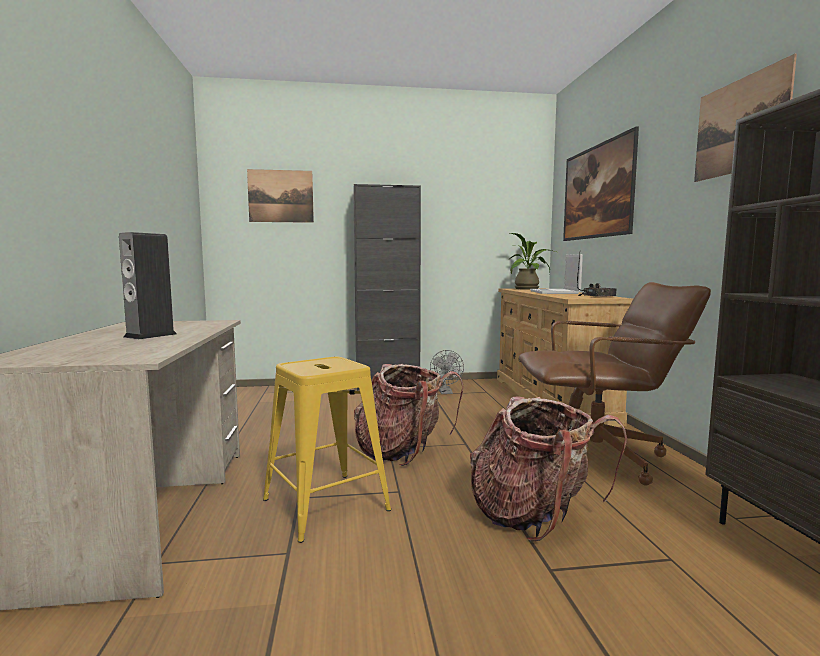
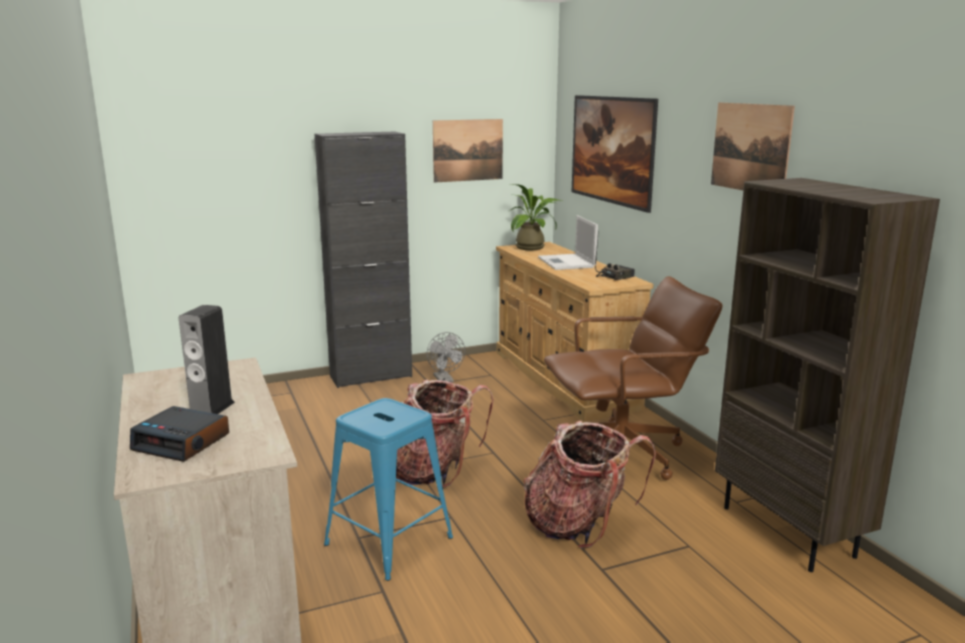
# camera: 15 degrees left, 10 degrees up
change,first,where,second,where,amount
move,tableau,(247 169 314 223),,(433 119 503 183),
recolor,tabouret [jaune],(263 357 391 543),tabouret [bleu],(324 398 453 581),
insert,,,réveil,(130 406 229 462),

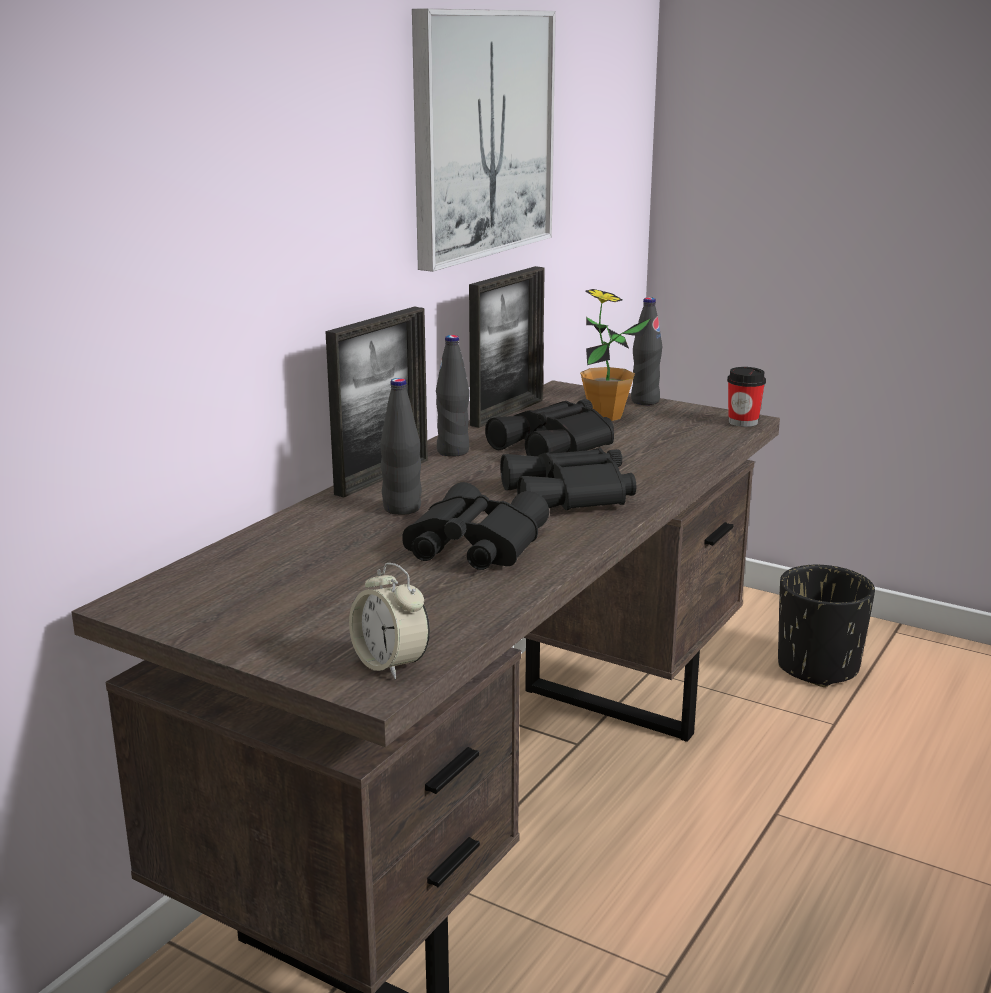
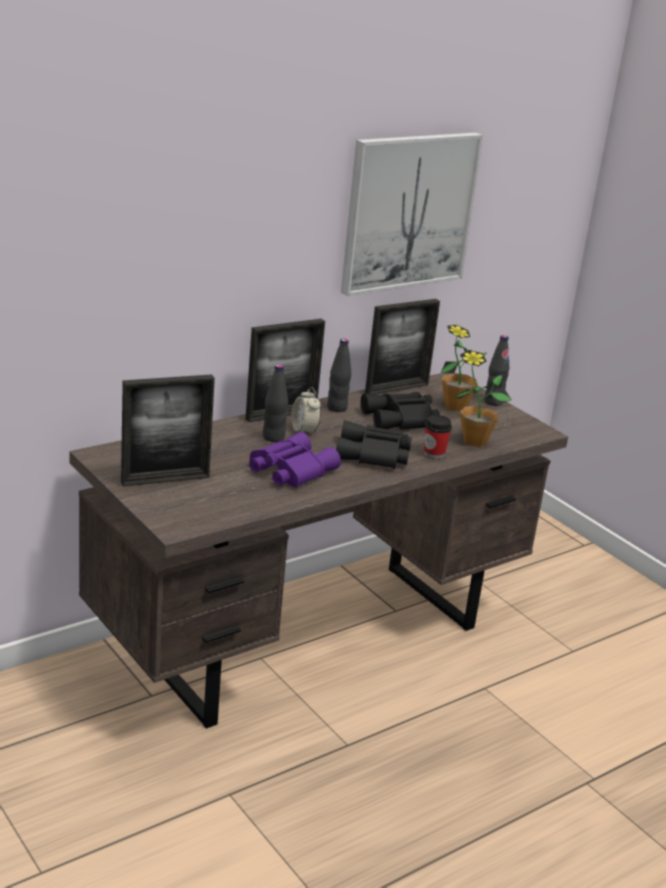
# camera: 20 degrees right, 5 degrees up
change,first,where,second,where,amount
move,tasse,(727 367 766 427),,(424 415 452 459),
recolor,jumelles [noir],(402 482 549 570),jumelles [violet],(249 432 341 487),
move,réveil,(349 563 430 679),,(291 387 321 433),
delete,cache-pot [noir],(778 565 875 687),,,
insert,,,plante en pot,(455 350 511 447),
insert,,,cadre photo,(121 374 215 487),

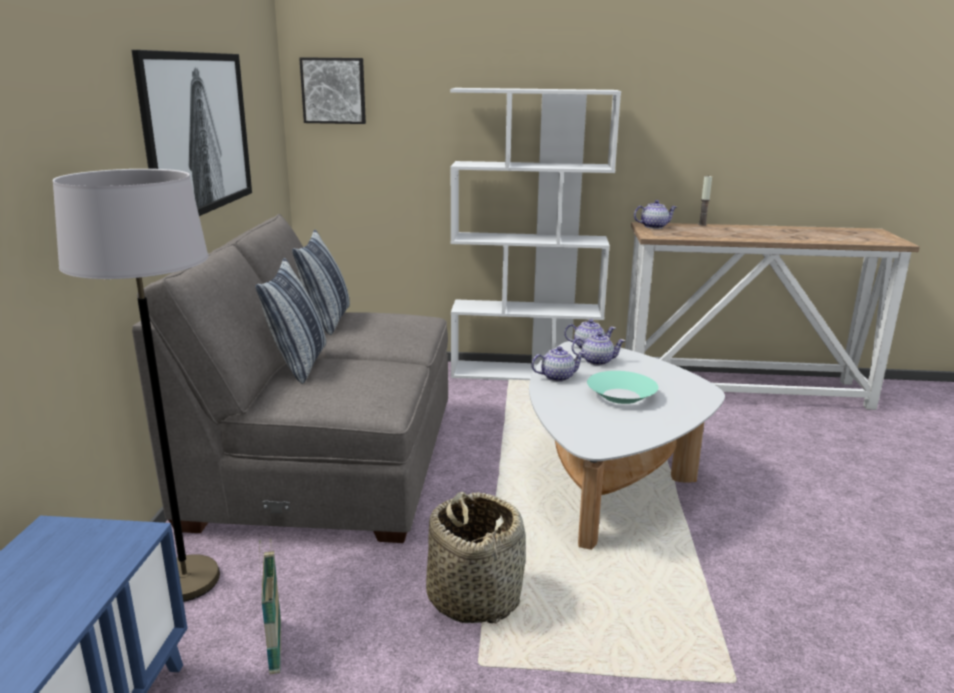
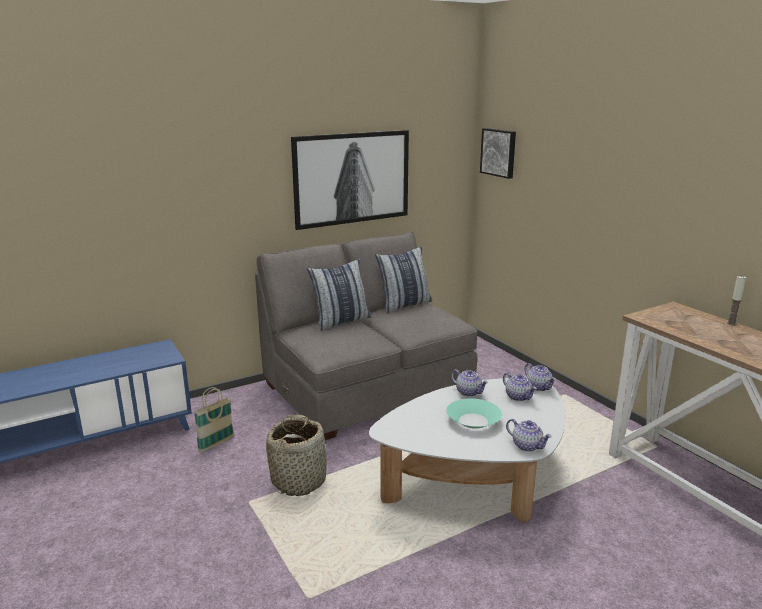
# camera: 55 degrees right, 0 degrees up
change,first,where,second,where,amount
delete,bibliothèque [blanc],(450 88 621 380),,,
delete,lampadaire [gris],(53 169 220 602),,,
move,théière,(634 200 677 229),,(506 419 552 452),

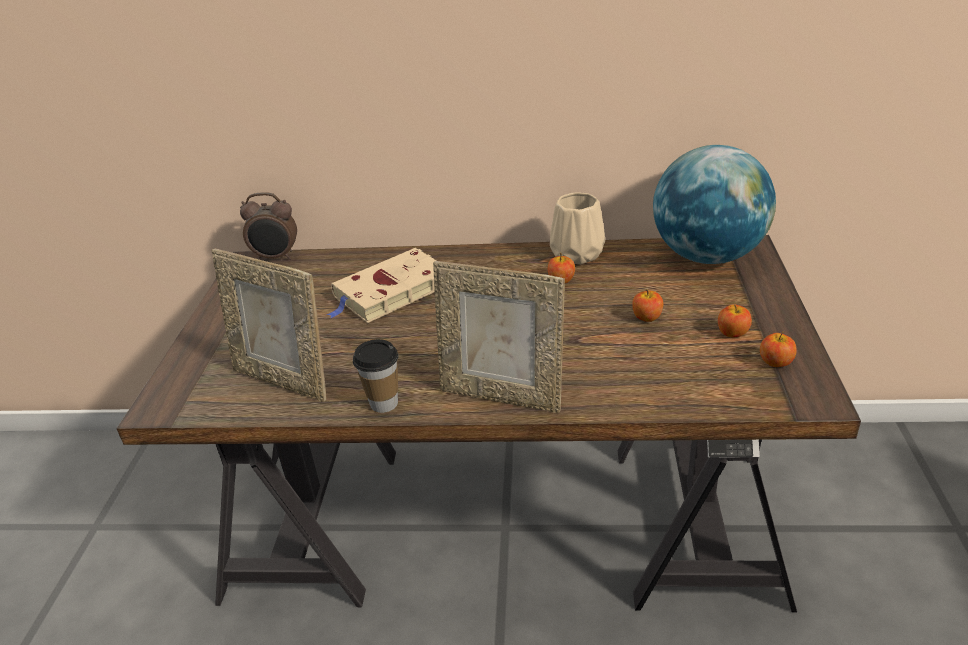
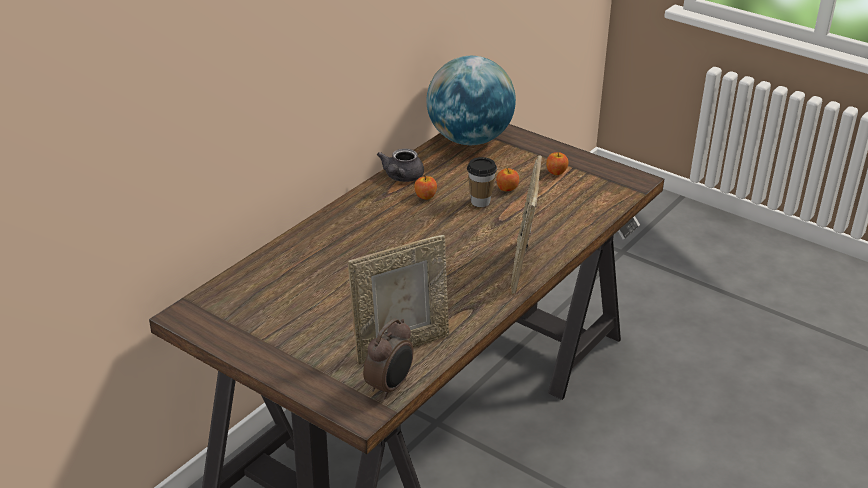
# camera: 60 degrees left, 0 degrees up
change,first,where,second,where,amount
move,réveil,(240 192 297 260),,(363 318 413 400),
replace,vase [beige],(550 192 605 264),théière [gris],(377 148 424 182),
delete,livre [beige],(326 248 437 323),,,
rotate,cadre photo,(433 261 565 413),,(510 155 542 294),135 degrees clockwise
delete,pomme,(760 332 797 367),,,
move,tasse,(353 339 399 413),,(467 157 497 207),

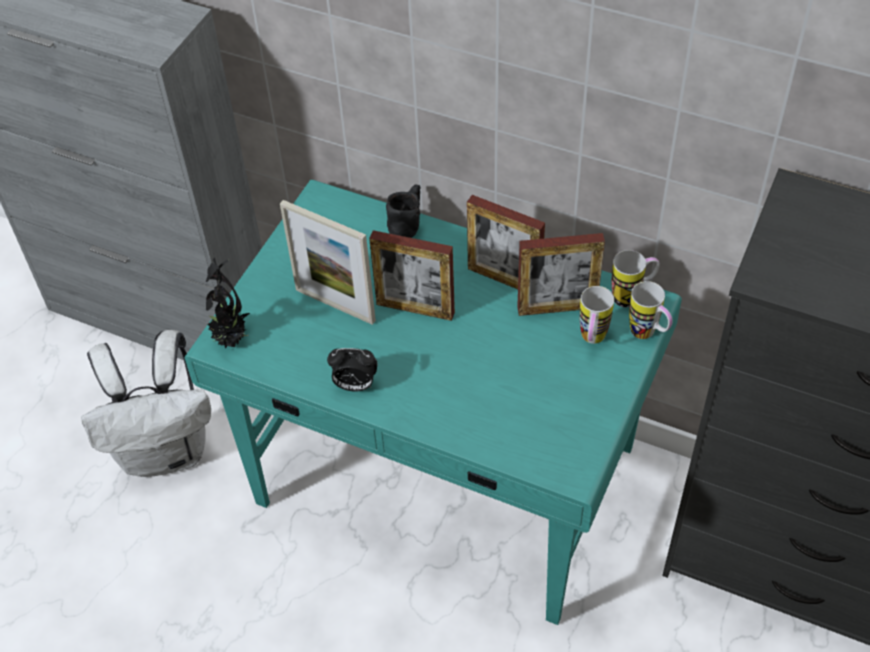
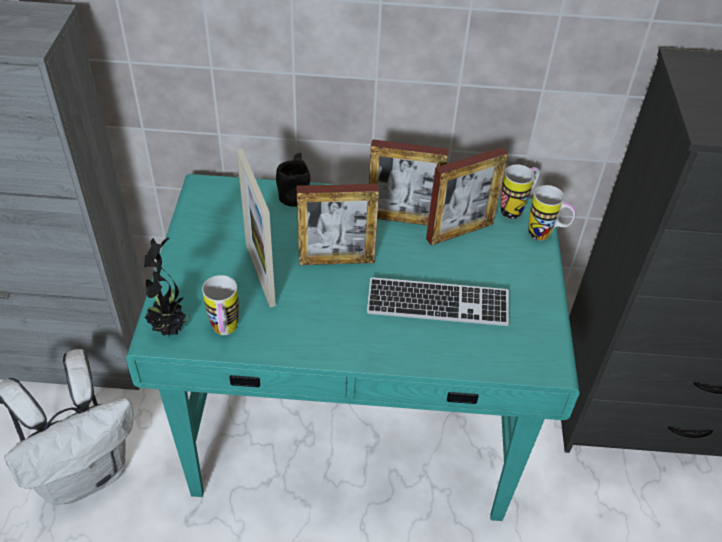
# camera: 25 degrees left, 5 degrees down
change,first,where,second,where,amount
rotate,cadre photo,(280 200 376 325),,(237 149 276 307),60 degrees clockwise
move,mug,(579 286 614 344),,(202 275 239 335),
delete,réveil,(327 348 378 391),,,
insert,,,clavier,(367 277 509 326),

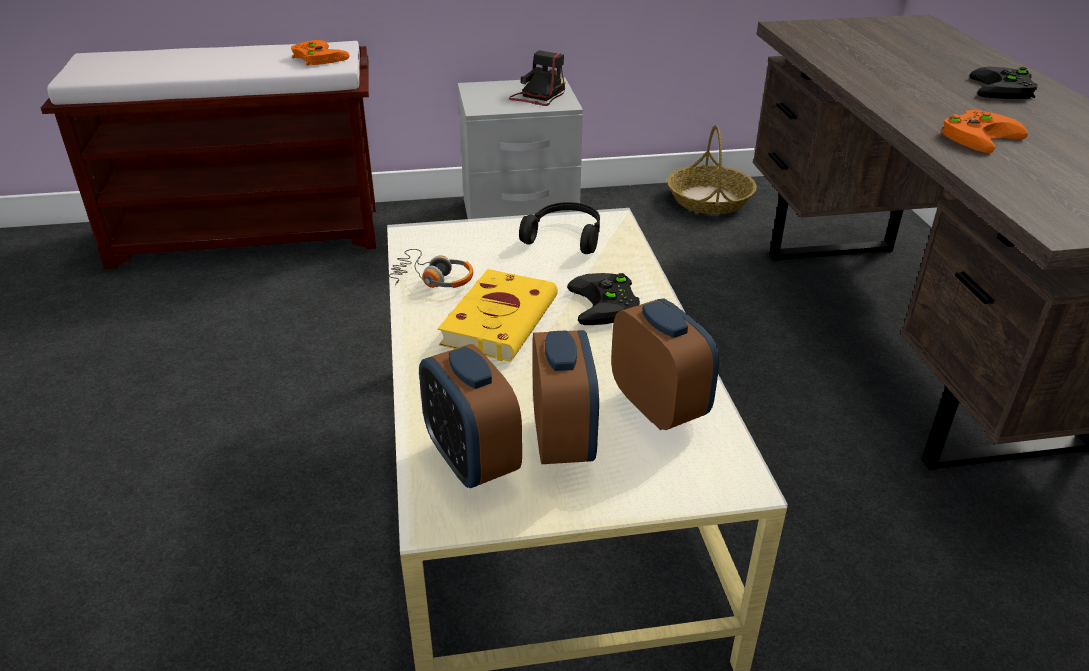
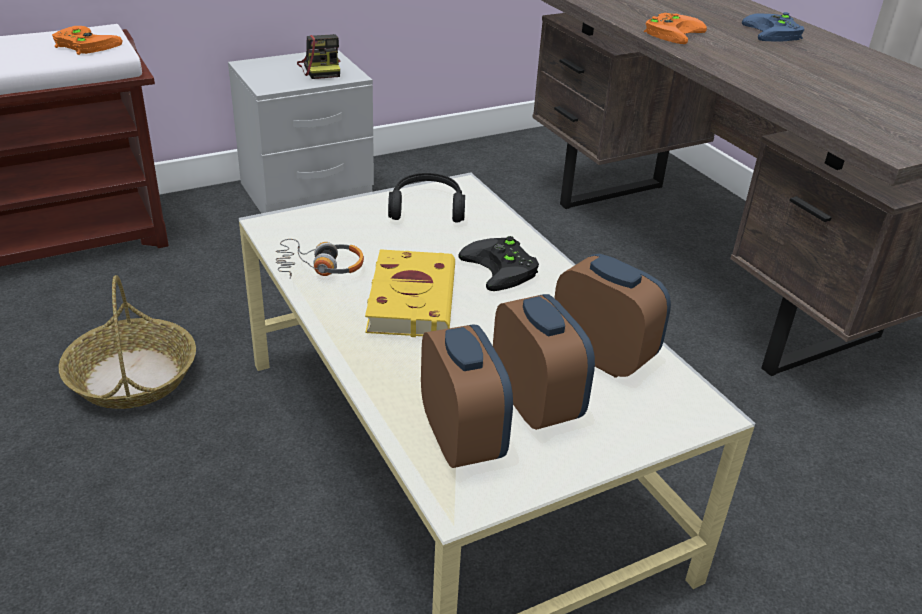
# camera: 20 degrees left, 0 degrees up
change,first,where,second,where,amount
rotate,appareil photo,(509 50 565 106),,(297 34 341 79),150 degrees clockwise
recolor,manette [noir],(969 66 1038 99),manette [bleu],(742 12 804 42),
move,manette [orange],(941 110 1028 153),,(644 13 707 44),
move,panier,(667 125 757 214),,(59 275 196 409),
rotate,réveil,(419 344 522 488),,(421 325 513 468),150 degrees counterclockwise

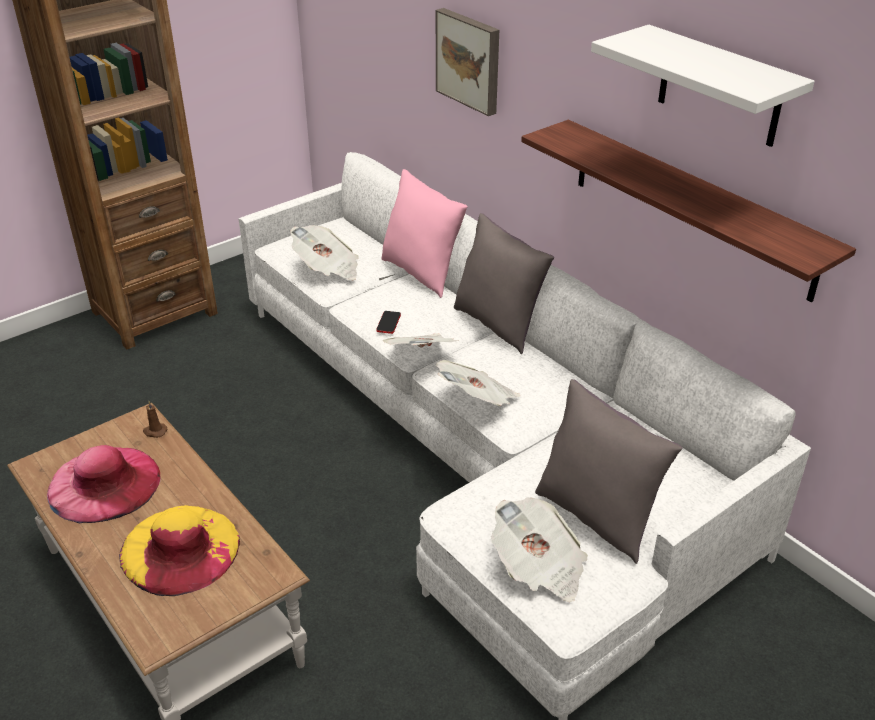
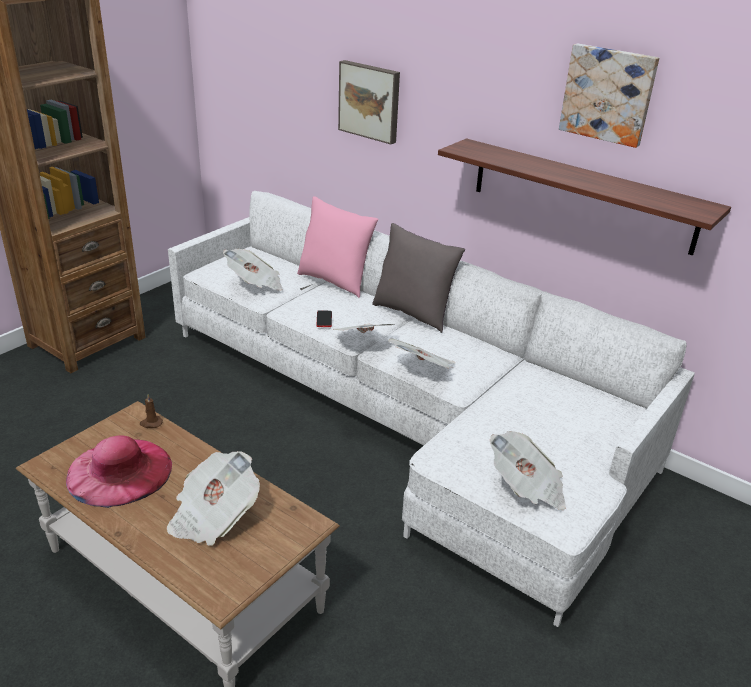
# camera: 15 degrees left, 5 degrees down
change,first,where,second,where,amount
replace,étagère [blanc],(591 25 815 147),tableau,(559 44 659 148),
delete,coussin [gris],(535 379 682 564),,,
replace,chapeau [jaune],(119 505 240 596),journal,(166 451 260 546),

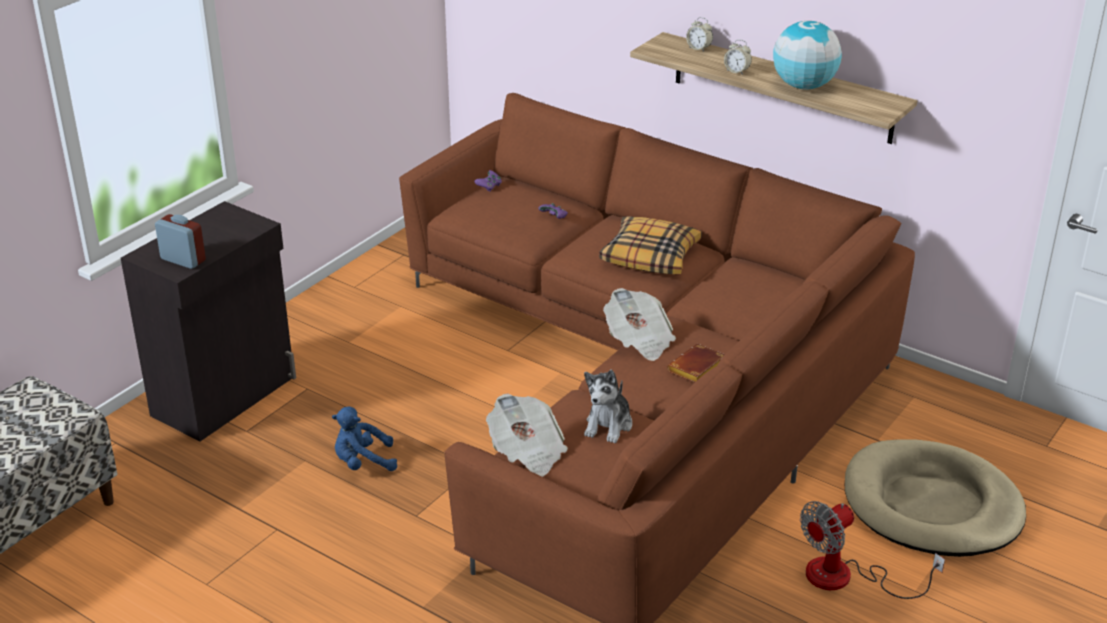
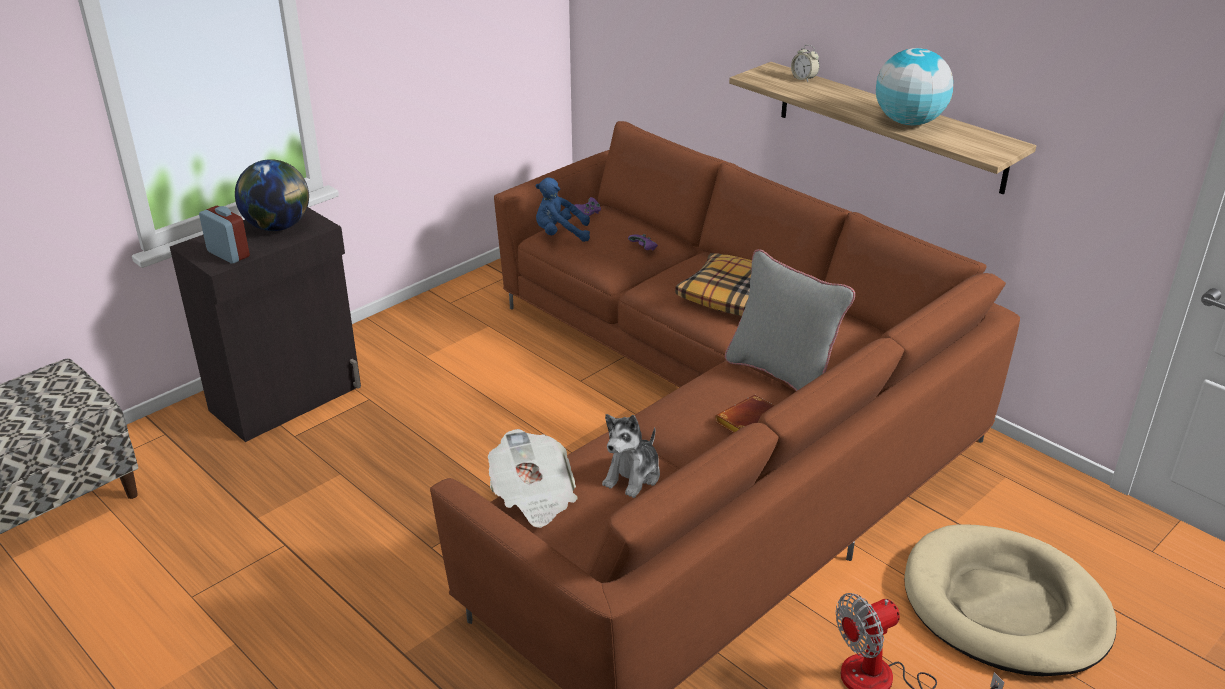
# camera: 10 degrees right, 0 degrees up
change,first,where,second,where,amount
delete,réveil,(724 40 752 75),,,
delete,journal,(603 288 676 361),,,
move,peluche [bleu],(332 407 397 471),,(535 178 590 242),
insert,,,globe,(235 159 309 231),
insert,,,coussin [gris],(725 249 855 391),

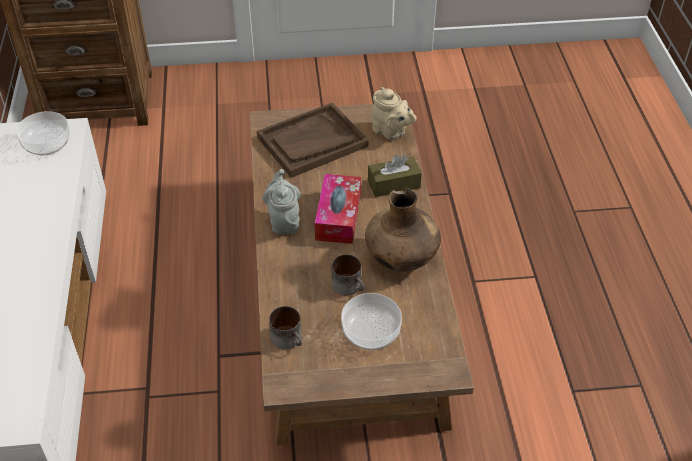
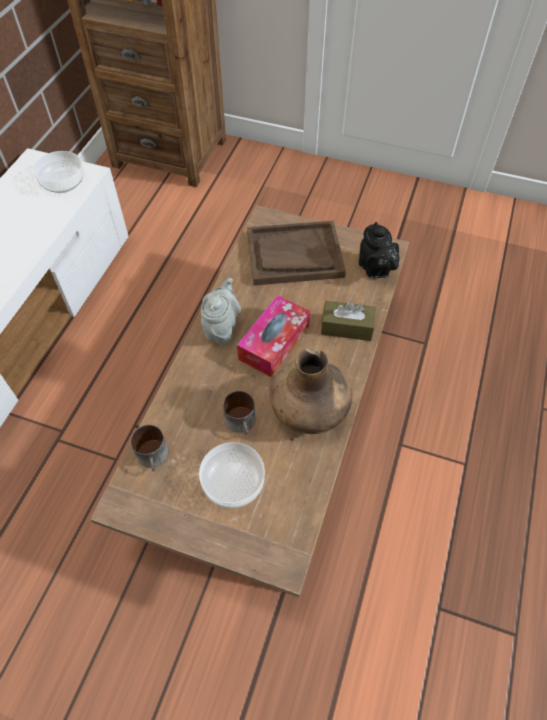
# camera: 25 degrees right, 10 degrees up
change,first,where,second,where,amount
recolor,théière [beige],(371 87 417 140),théière [noir],(359 222 400 279),

